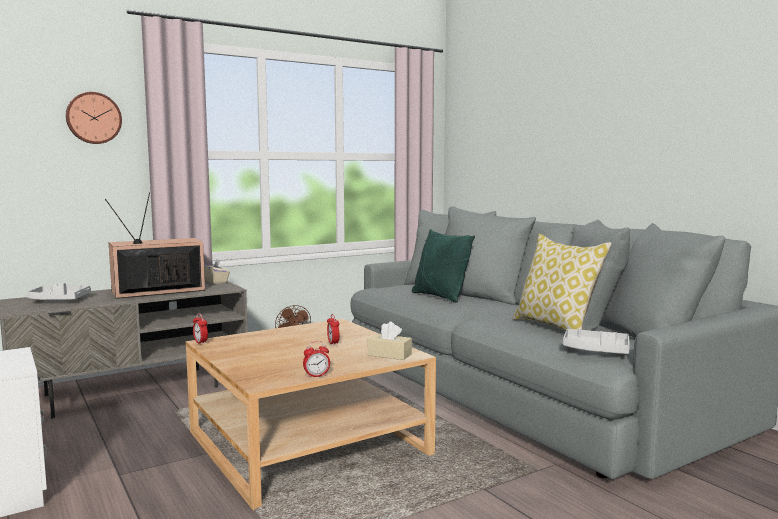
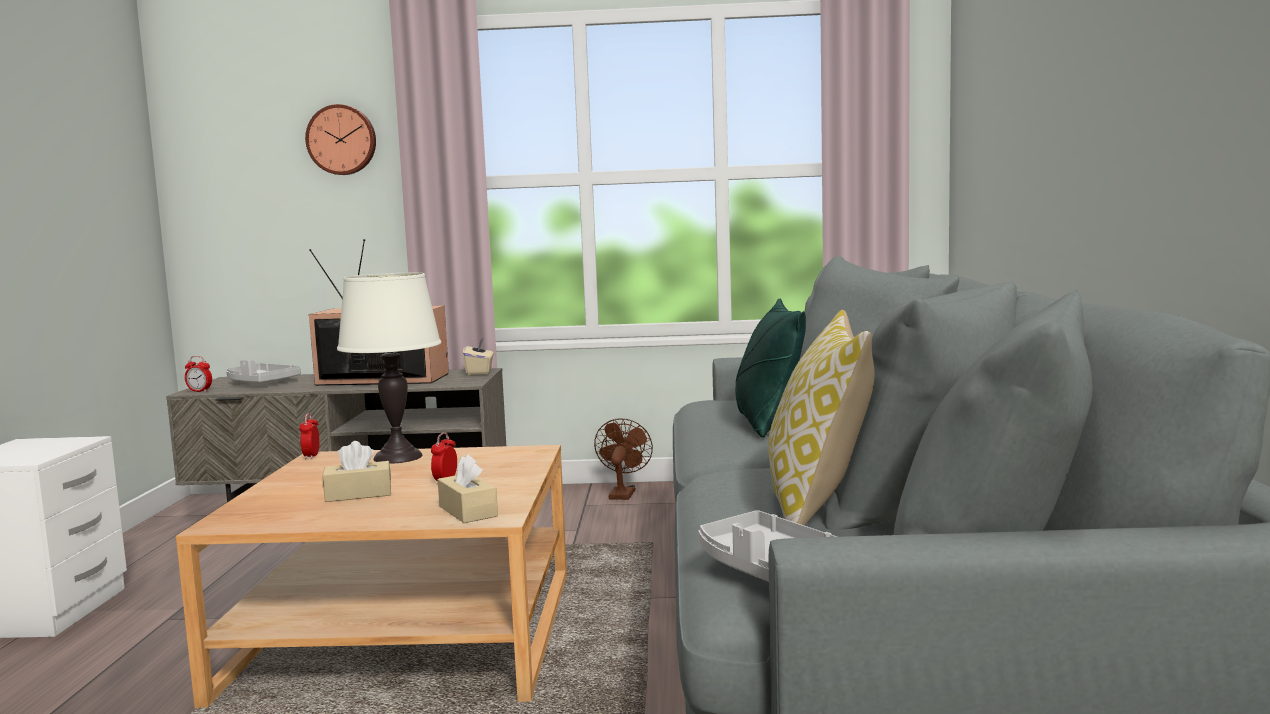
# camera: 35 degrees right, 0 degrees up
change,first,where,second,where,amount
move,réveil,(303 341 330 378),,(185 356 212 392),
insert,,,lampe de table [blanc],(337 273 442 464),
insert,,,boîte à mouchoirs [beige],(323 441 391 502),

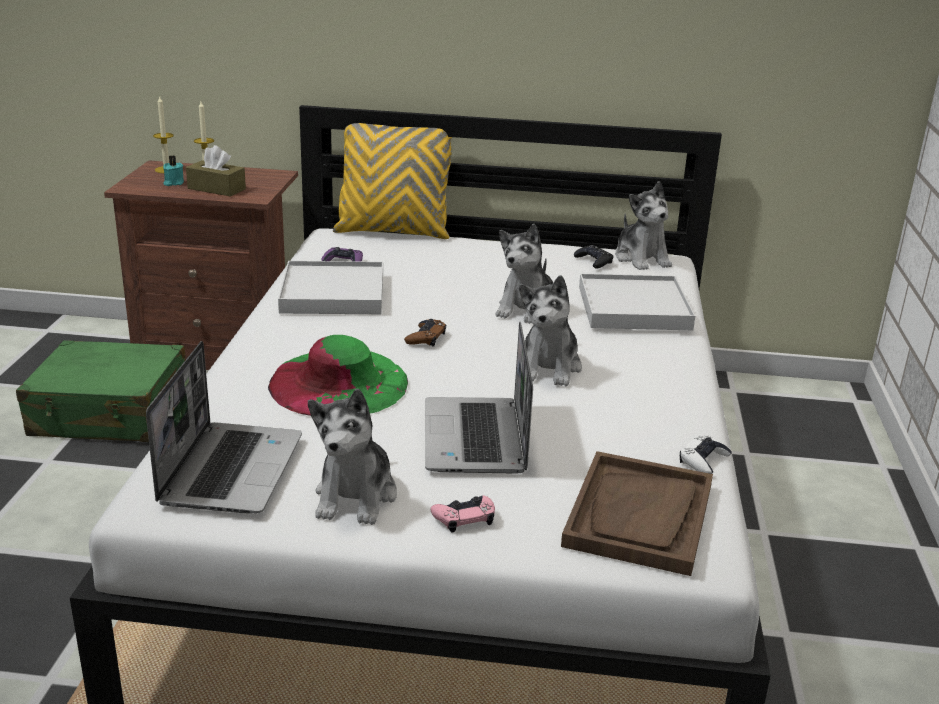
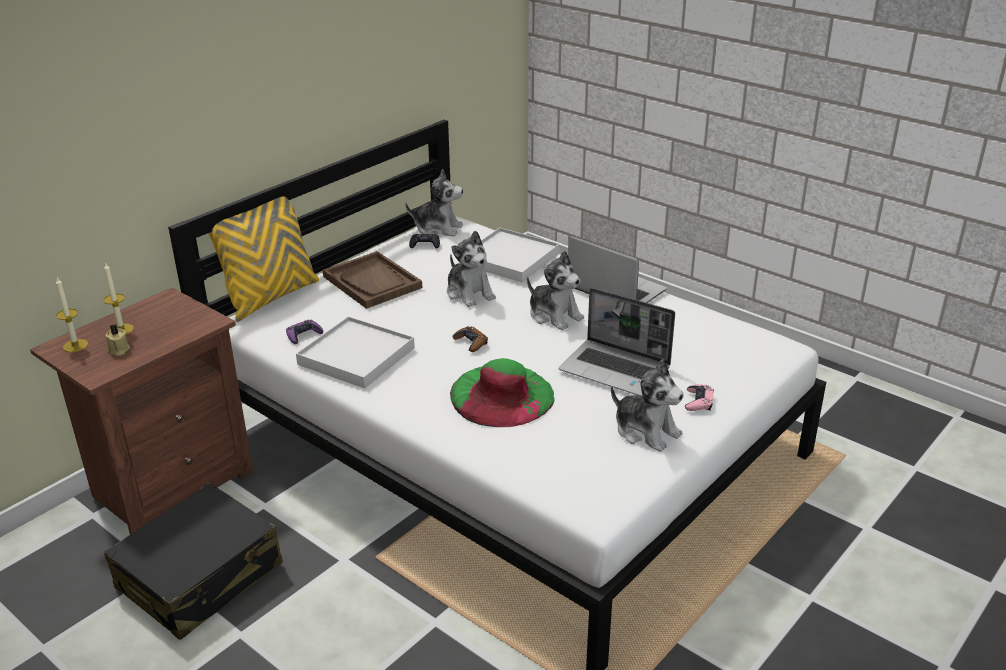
# camera: 55 degrees left, 5 degrees up
change,first,where,second,where,amount
delete,boîte à mouchoirs [marron],(186 145 246 196),,,
recolor,bougie [turquoise],(163 156 184 186),bougie [beige],(105 324 130 356),
recolor,valise [vert],(16 340 186 442),valise [noir],(104 483 283 640),
move,ordinateur portable,(146 341 302 513),,(568 235 667 303),
delete,manette [blanc],(680 435 732 474),,,
move,plateau [marron],(561 451 713 576),,(323 251 422 309),

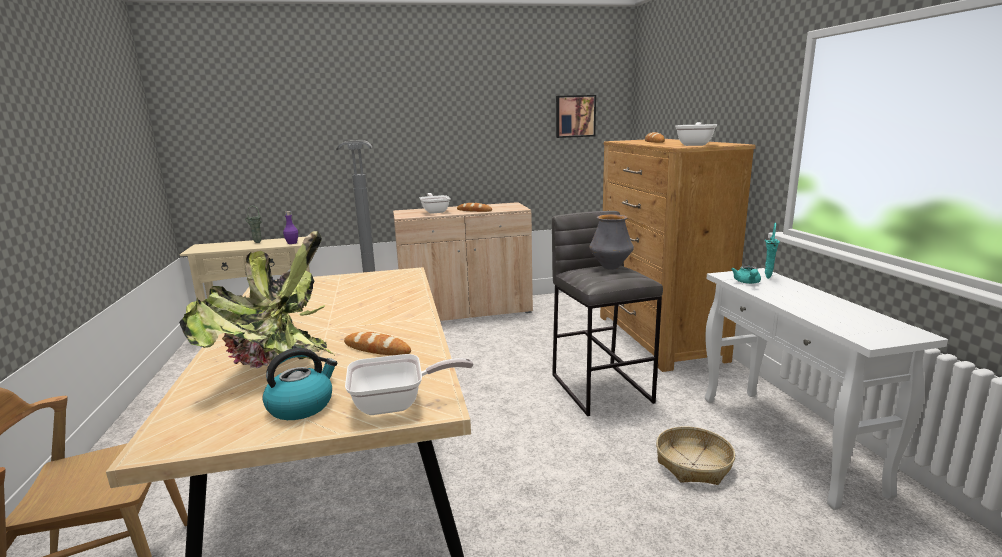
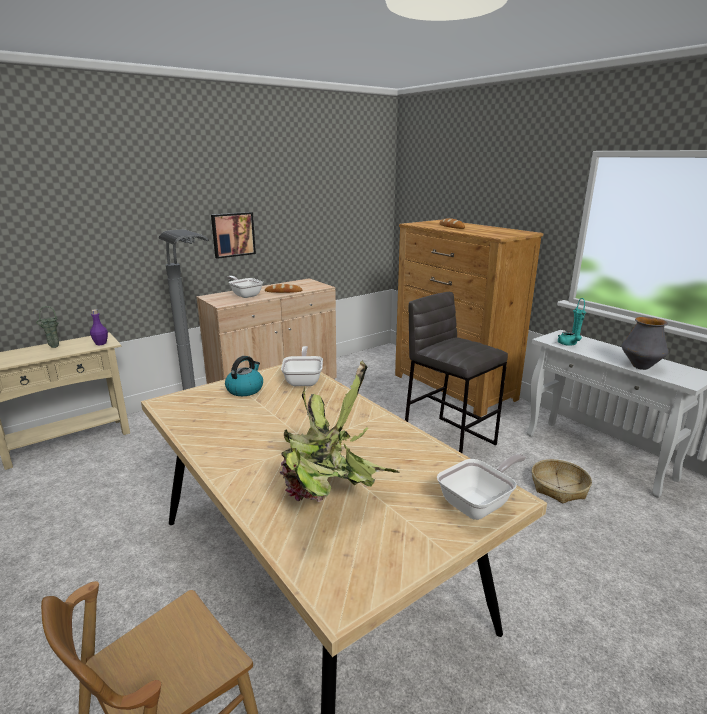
# camera: 25 degrees left, 5 degrees up
change,first,where,second,where,amount
move,tableau,(556 95 596 138),,(211 212 256 259),
move,poêle,(675 122 717 146),,(281 346 323 386),
move,vase,(589 214 634 270),,(622 317 669 370),
delete,pain,(344 332 411 355),,,
move,bouilloire,(263 348 337 420),,(225 356 263 396),

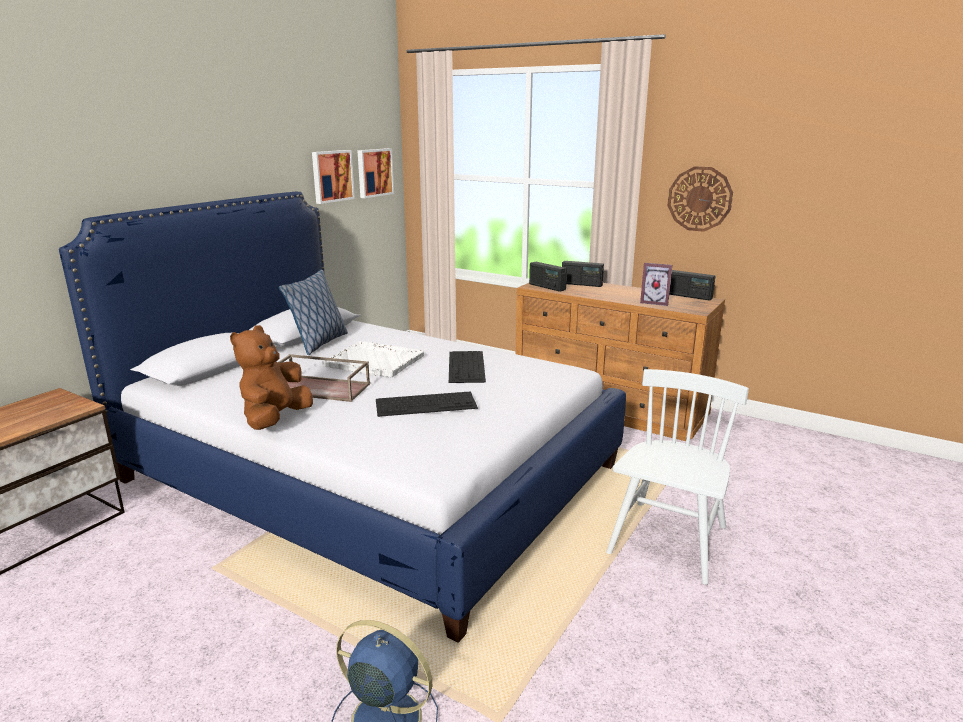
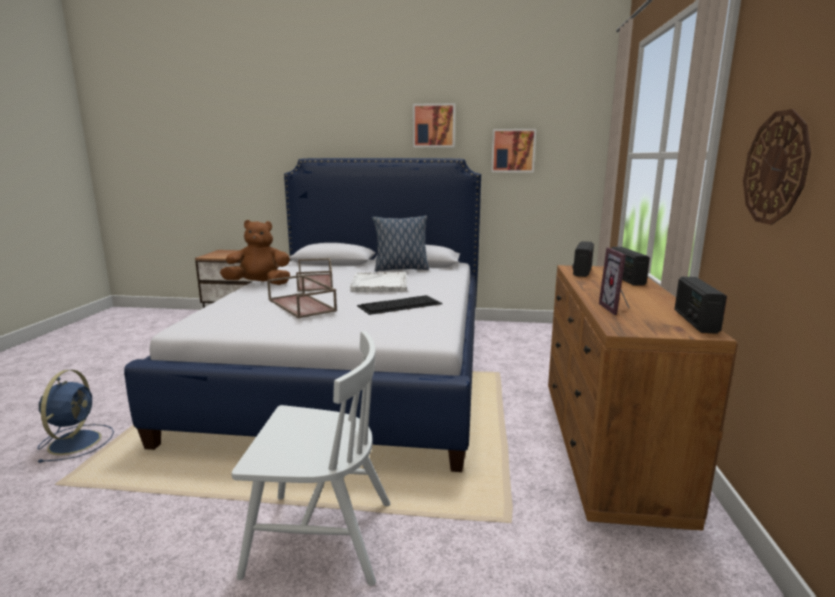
# camera: 65 degrees right, 5 degrees down
change,first,where,second,where,amount
move,tableau,(357 148 394 198),,(413 103 455 147),
replace,clavier,(376 391 478 417),plateau [marron],(267 275 337 319),

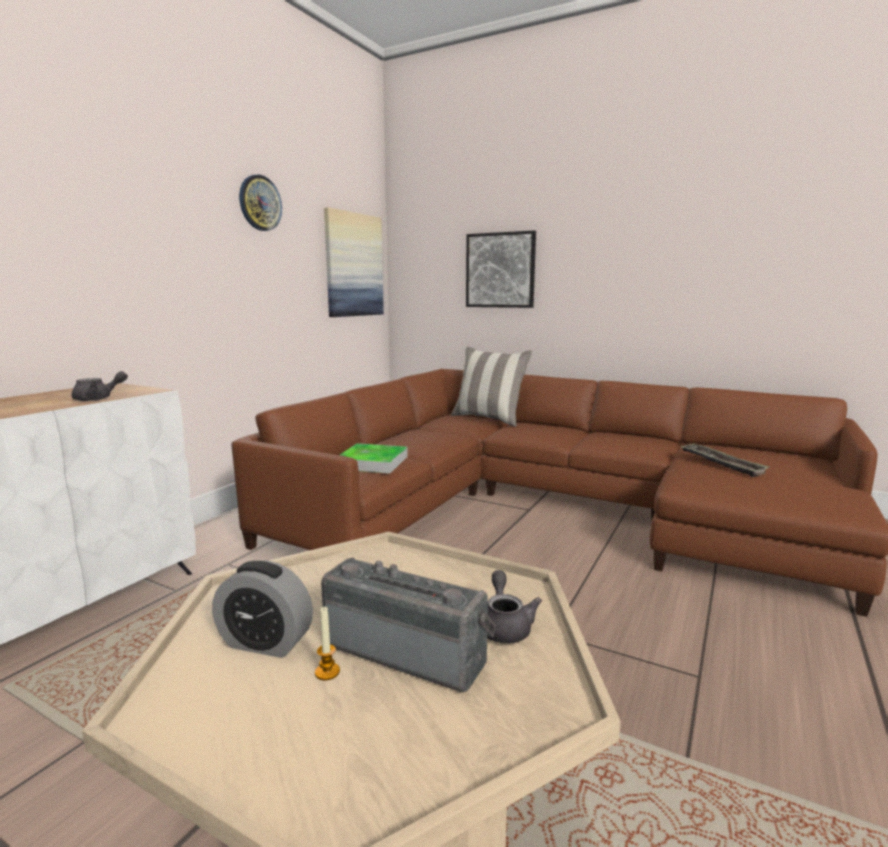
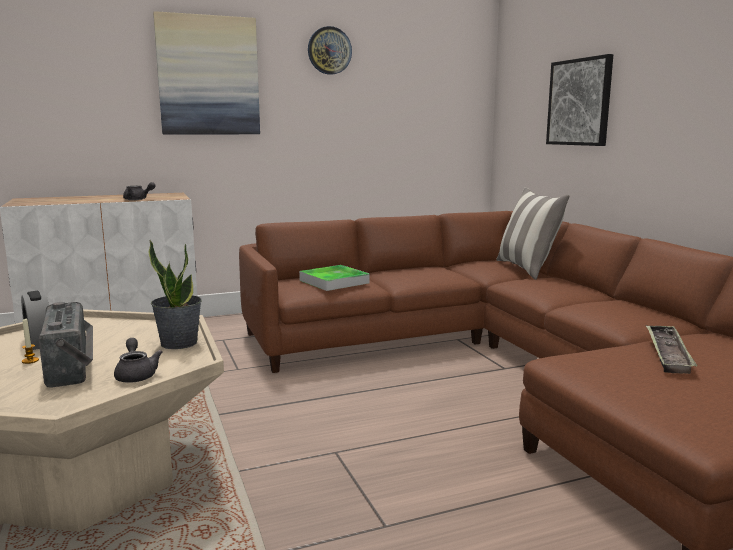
# camera: 40 degrees right, 0 degrees up
change,first,where,second,where,amount
move,tableau,(324 207 384 317),,(153 11 260 135),
rotate,théière [gris],(487 570 542 643),,(114 338 162 383),60 degrees counterclockwise
insert,,,plante en pot,(148 240 202 349),

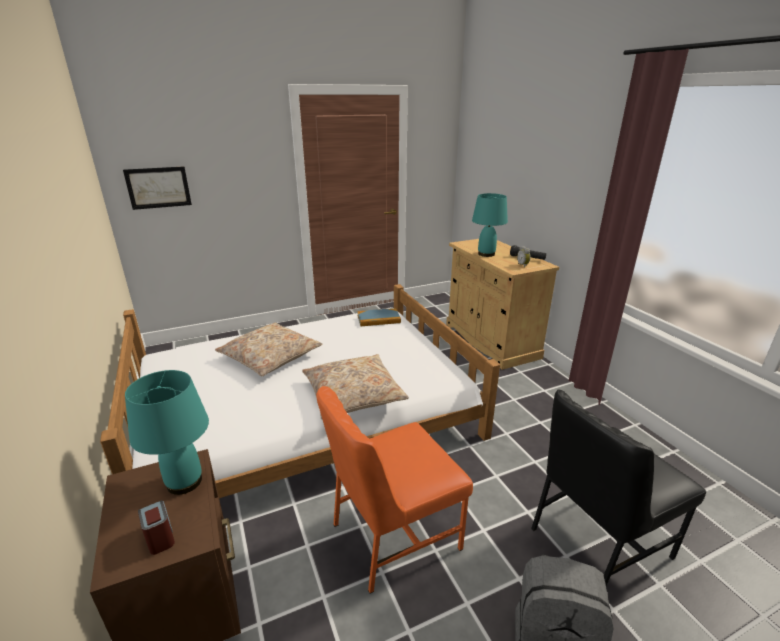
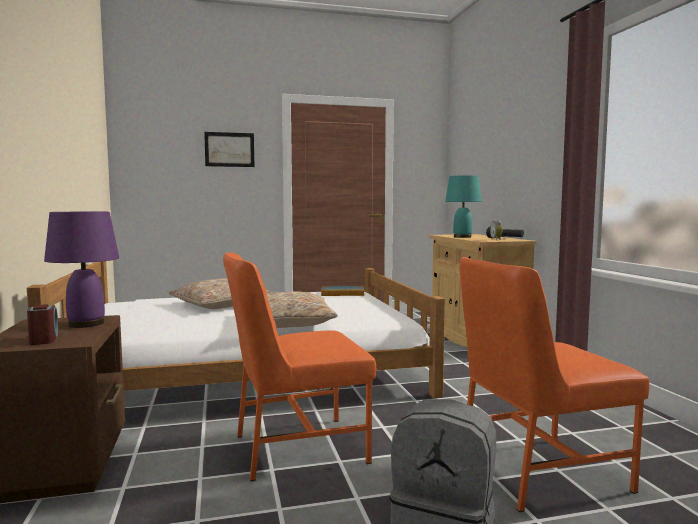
# camera: 10 degrees right, 20 degrees down
change,first,where,second,where,amount
move,tableau,(123 166 192 210),,(204 132 255 167),
recolor,lampe de table [turquoise],(125 370 209 495),lampe de table [violet],(44 212 119 328),
recolor,chaise [noir],(531 390 706 586),chaise [orange],(460 257 650 512),

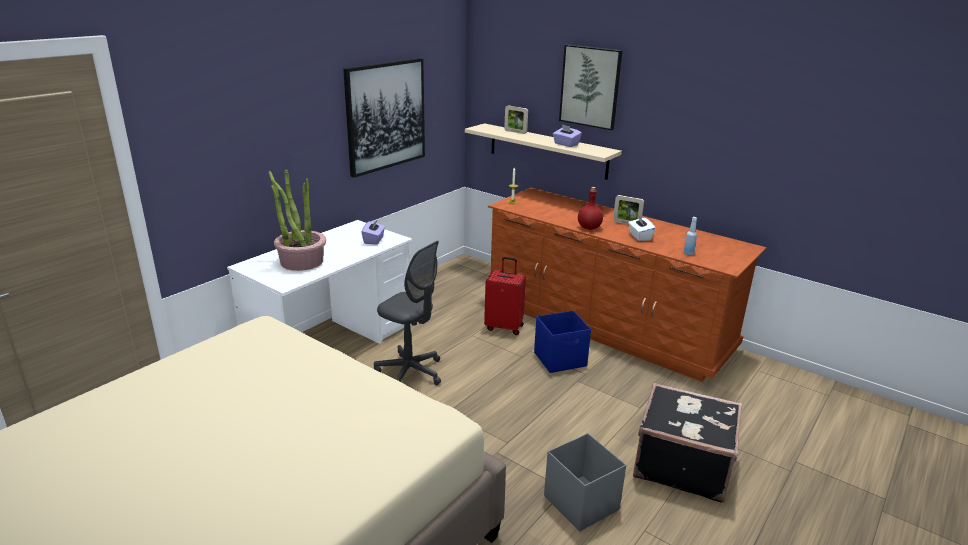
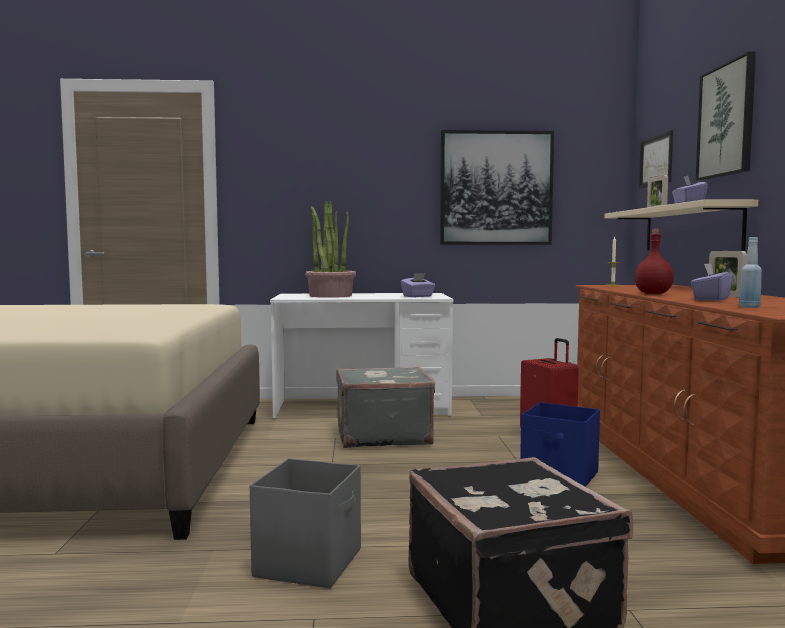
# camera: 50 degrees right, 20 degrees down
change,first,where,second,where,amount
recolor,boîte à mouchoirs [blanc],(628 215 655 241),boîte à mouchoirs [violet],(691 263 733 301),
replace,chaise de bureau [gris],(374 241 441 385),valise [gris],(336 366 435 448),
insert,,,tableau,(639 130 673 188),

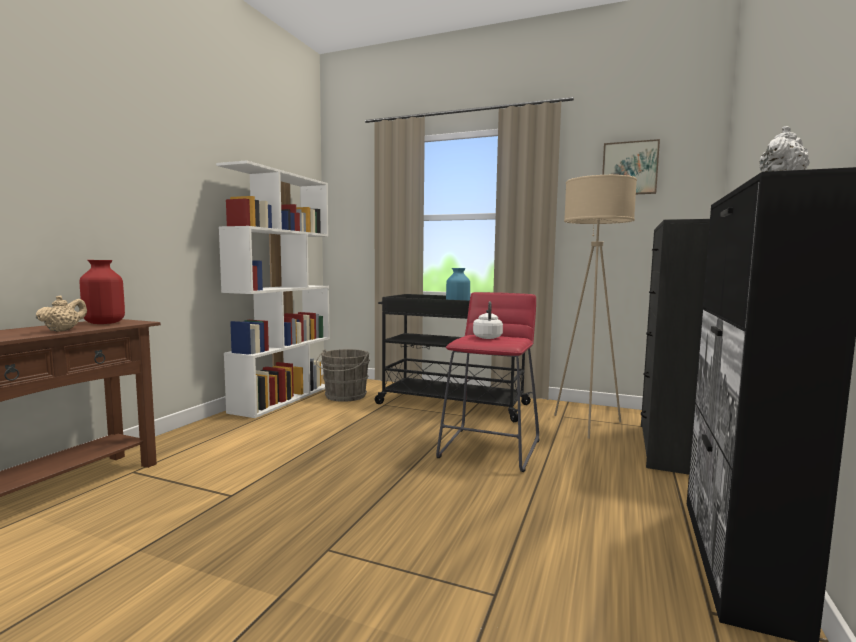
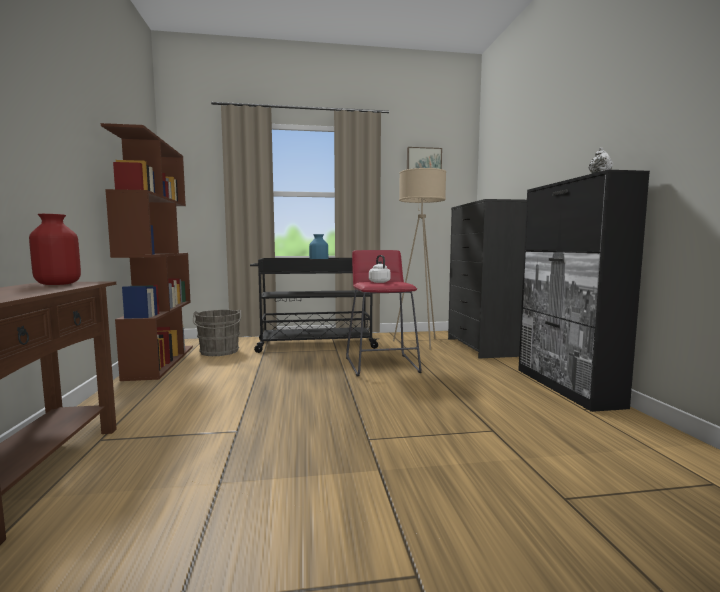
# camera: 30 degrees left, 0 degrees up
change,first,where,second,where,amount
recolor,bibliothèque [blanc],(216 160 330 418),bibliothèque [marron],(101 123 193 381),
delete,théière [beige],(36 295 87 332),,,

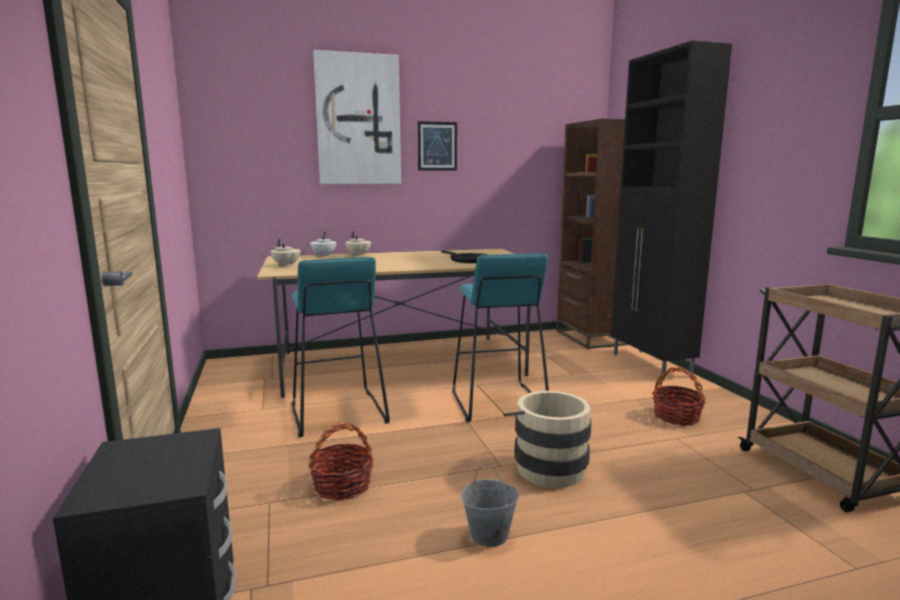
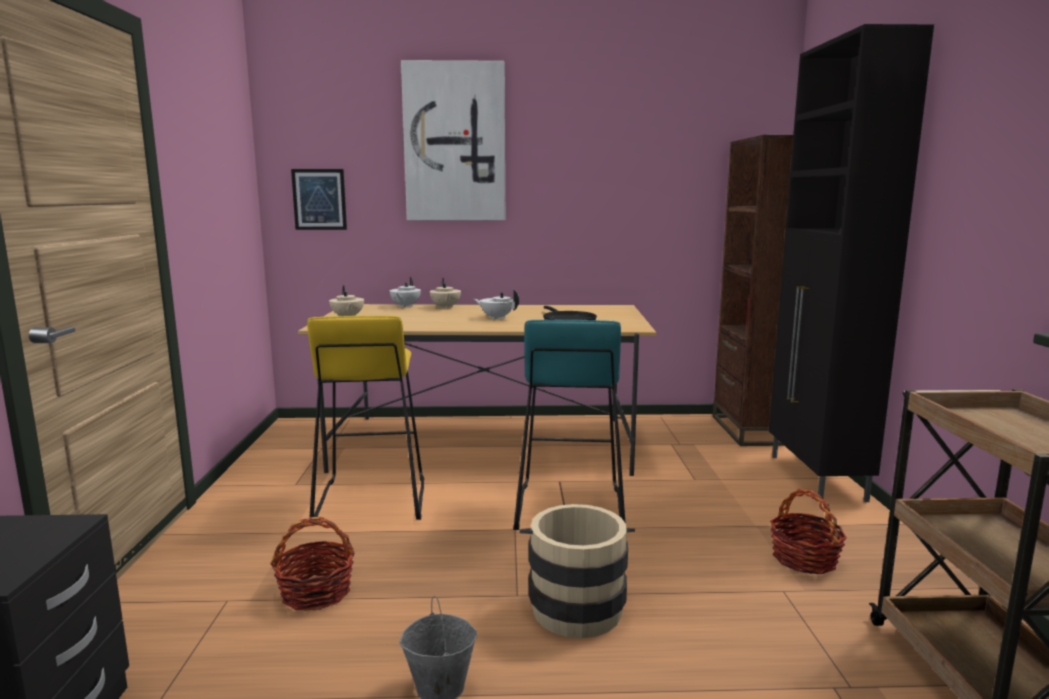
# camera: 15 degrees right, 0 degrees up
change,first,where,second,where,amount
move,tableau,(418 121 457 170),,(291 169 347 230),
recolor,tabouret [turquoise],(292 257 390 437),tabouret [jaune],(307 316 424 521),
insert,,,théière [blanc],(474 289 519 320),

